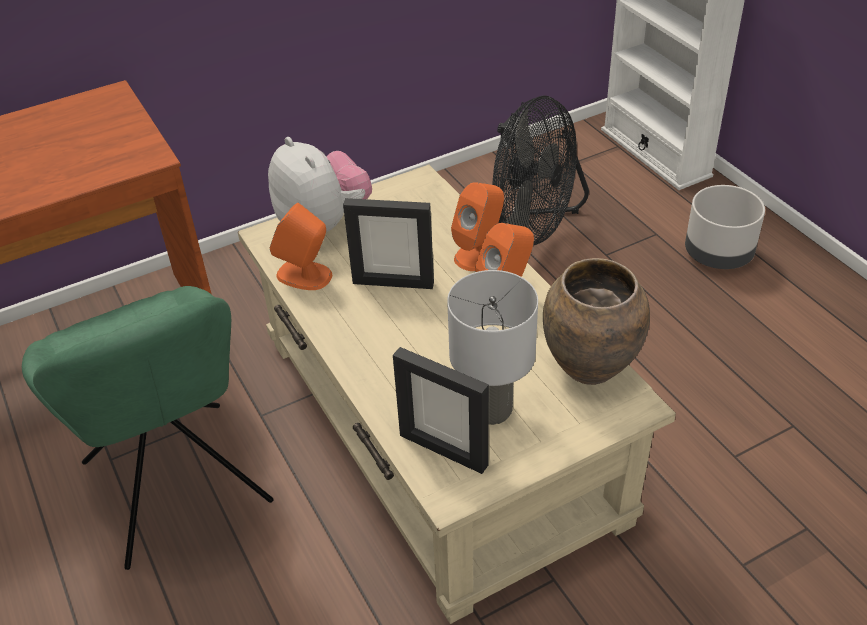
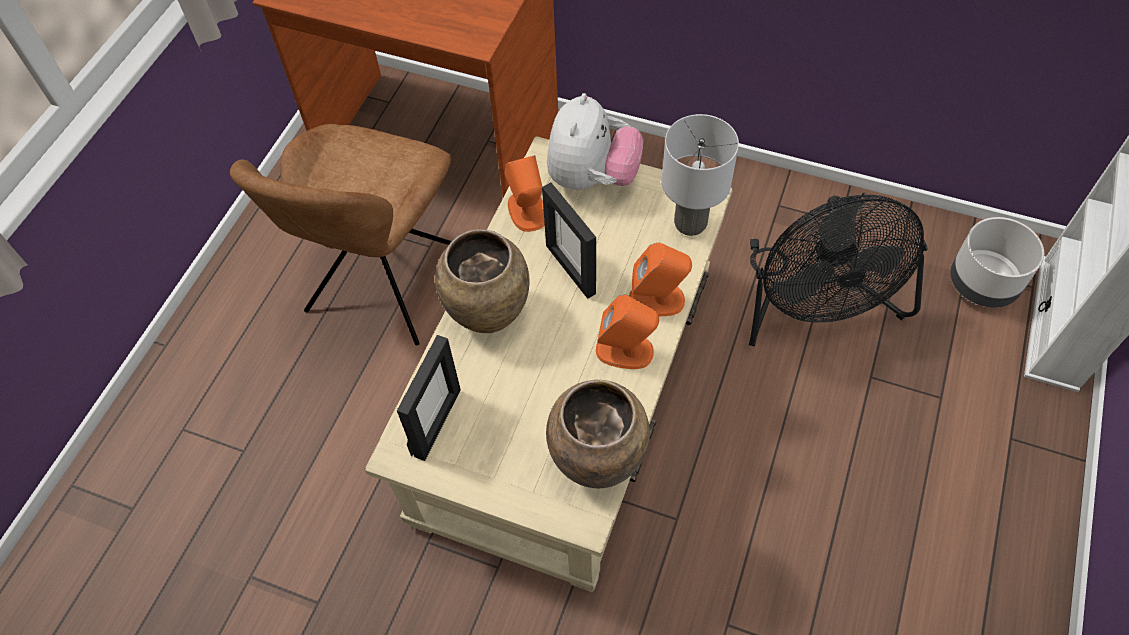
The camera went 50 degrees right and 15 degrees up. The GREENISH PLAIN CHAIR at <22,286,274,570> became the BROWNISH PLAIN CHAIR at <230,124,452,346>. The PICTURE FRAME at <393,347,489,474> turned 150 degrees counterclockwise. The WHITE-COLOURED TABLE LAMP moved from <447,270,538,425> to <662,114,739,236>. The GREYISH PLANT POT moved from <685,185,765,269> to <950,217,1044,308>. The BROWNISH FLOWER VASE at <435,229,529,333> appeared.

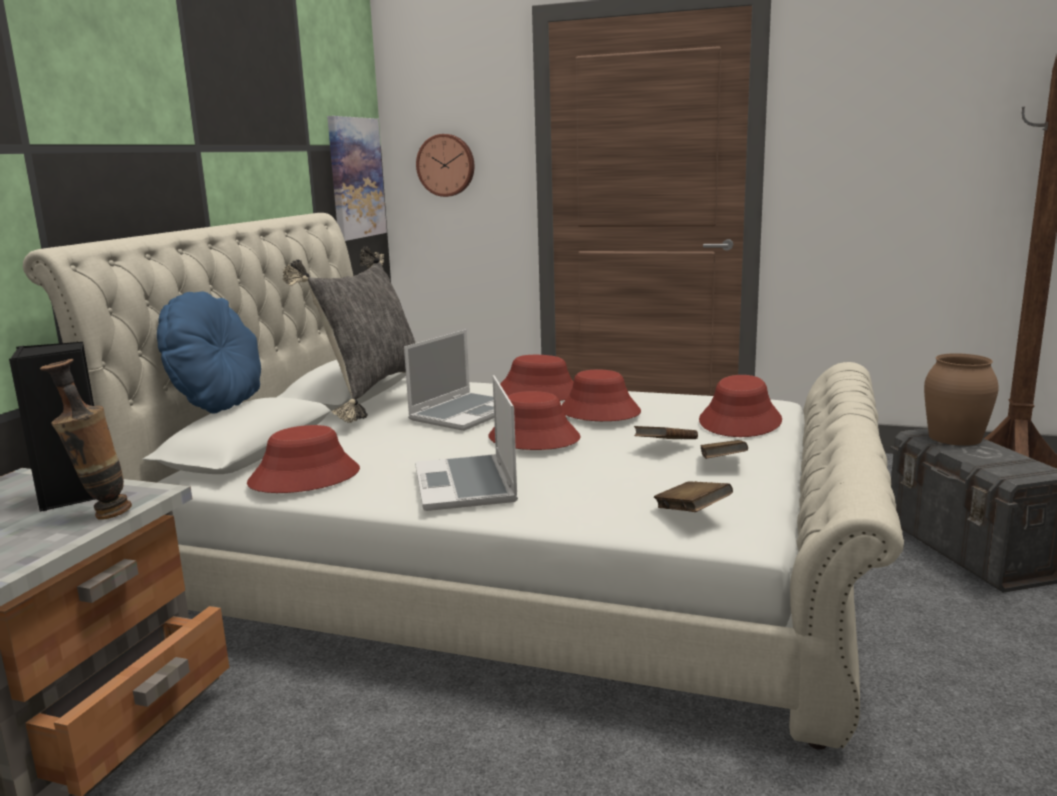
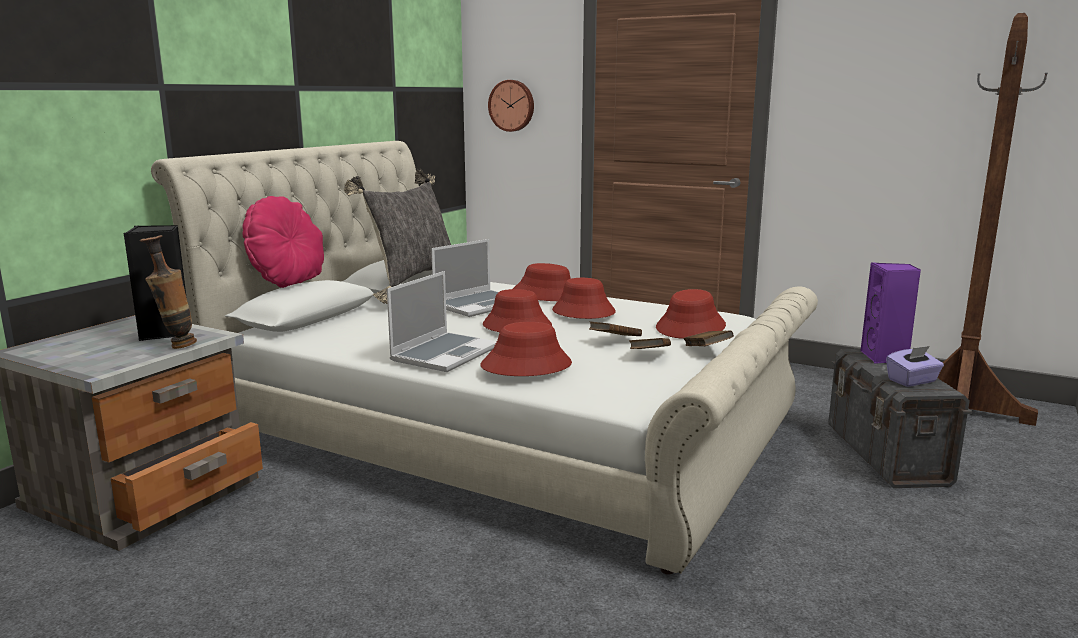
The camera went 10 degrees right and 0 degrees up. The BLUE-COLOURED PILLOW at <157,292,261,413> became the PINKISH PILLOW at <242,196,324,288>. The RED-COLOURED CLOTHING HAT moved from <247,425,360,493> to <481,322,572,376>. The WALL PICTURE at <327,116,387,241> disappeared. The PORTABLE COMPUTER at <415,375,518,511> turned 150 degrees counterclockwise. The BROWNISH VOLUME moved from <654,481,733,512> to <683,331,734,346>. The BROWNISH FLOWER VASE at <924,353,999,446> was replaced by the PURPLISH LOUDSPEAKER at <860,262,921,364>. The PURPLISH BOX OF TISSUES at <886,346,944,387> appeared.

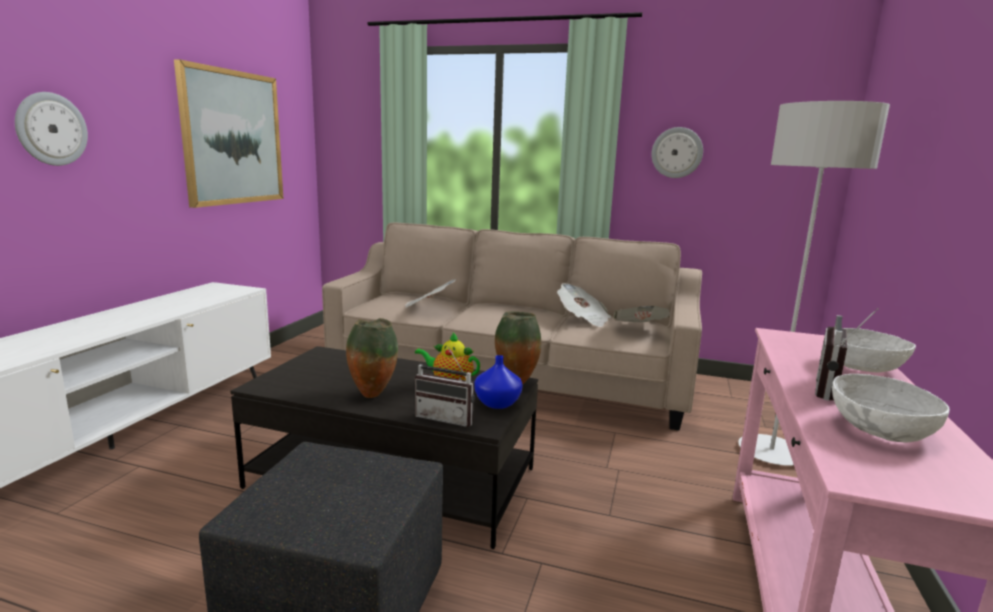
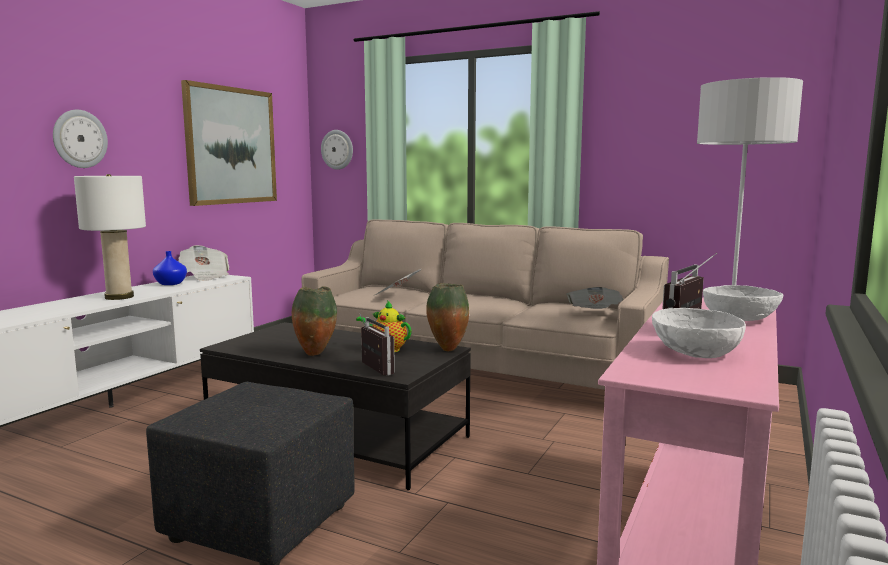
The camera went 10 degrees right and 5 degrees down. The RADIO SET at <415,347,475,427> turned 150 degrees counterclockwise. The BLUE-COLOURED FLOWER VASE moved from <474,355,523,409> to <153,251,187,285>. The PRINTED PAPER moved from <557,283,611,327> to <178,245,229,281>. The HANGING CLOCK moved from <651,127,703,178> to <321,130,353,170>. The WHITE-COLOURED TABLE LAMP at <74,174,146,300> appeared.

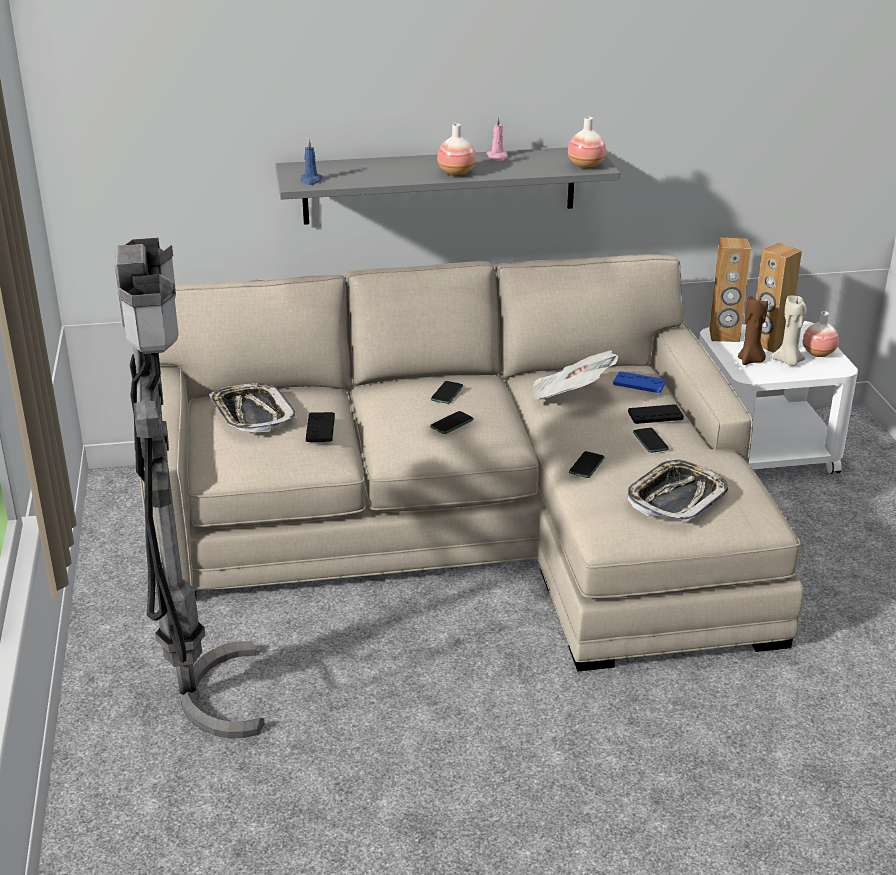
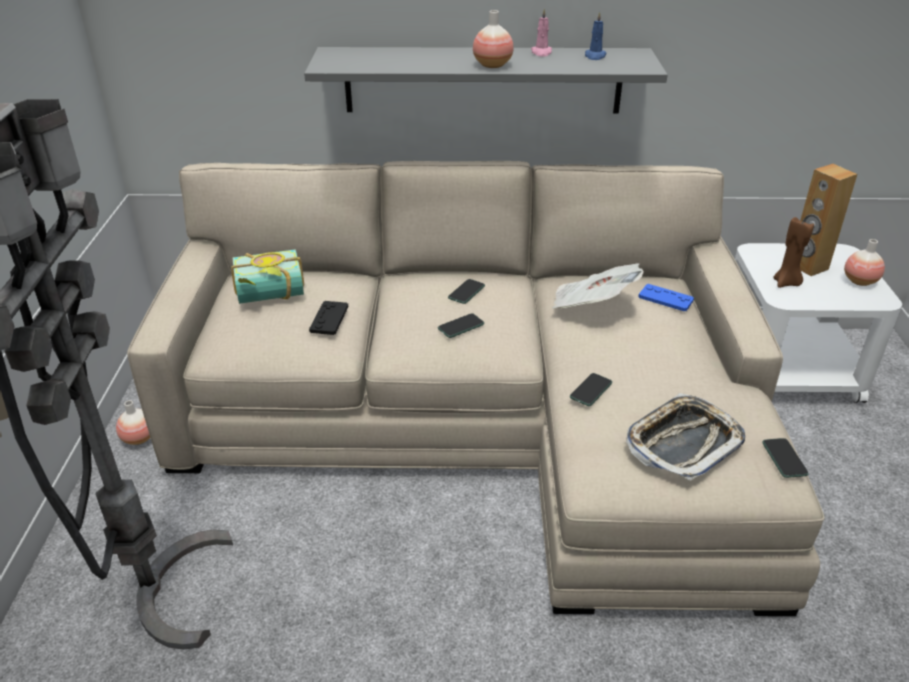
The camera went 10 degrees right and 5 degrees up. The SERVING TRAY at <209,383,297,433> was replaced by the VOLUME at <231,249,304,304>. The BLUE-COLOURED WAX CANDLE moved from <301,139,323,185> to <585,12,607,60>. The FLOWER VASE moved from <568,117,606,169> to <116,400,150,445>. The BLACK JOYPAD at <628,404,684,424> disappeared. The HANDSET moved from <633,427,669,453> to <762,438,809,478>. The BROWNISH LOUDSPEAKER at <709,238,751,342> disappeared. The BEIGE WAX CANDLE at <771,296,807,366> disappeared.

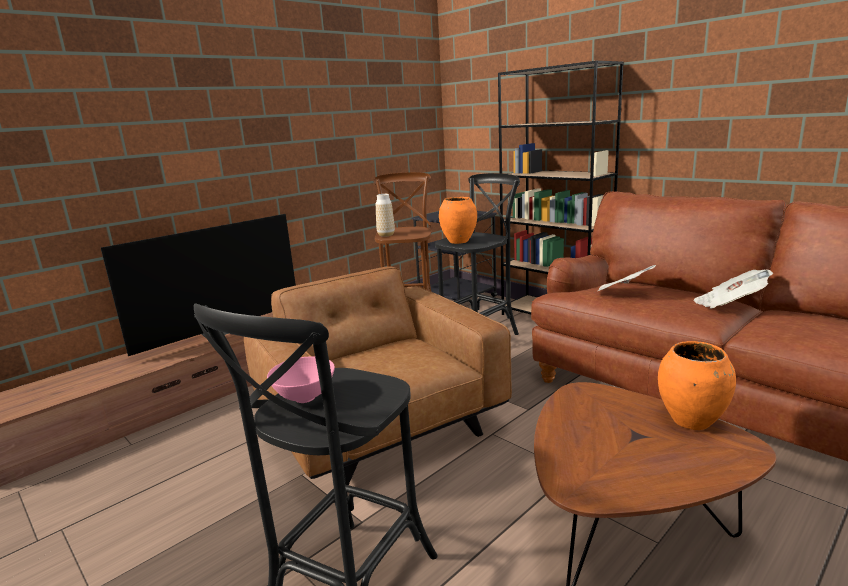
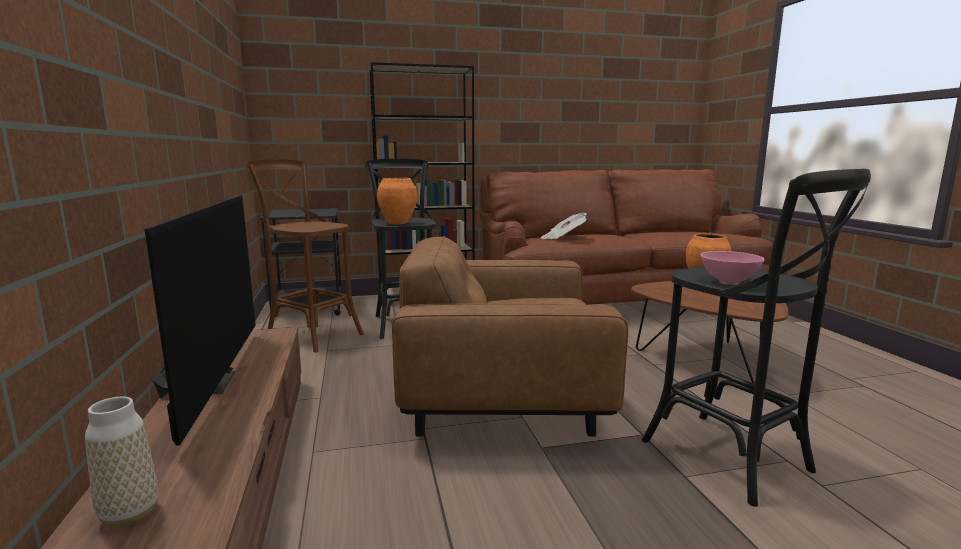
The camera went 60 degrees left and 5 degrees down. The FLOWER VASE moved from <376,194,395,237> to <85,397,158,527>. The PRINTED PAPER at <693,270,773,309> disappeared.

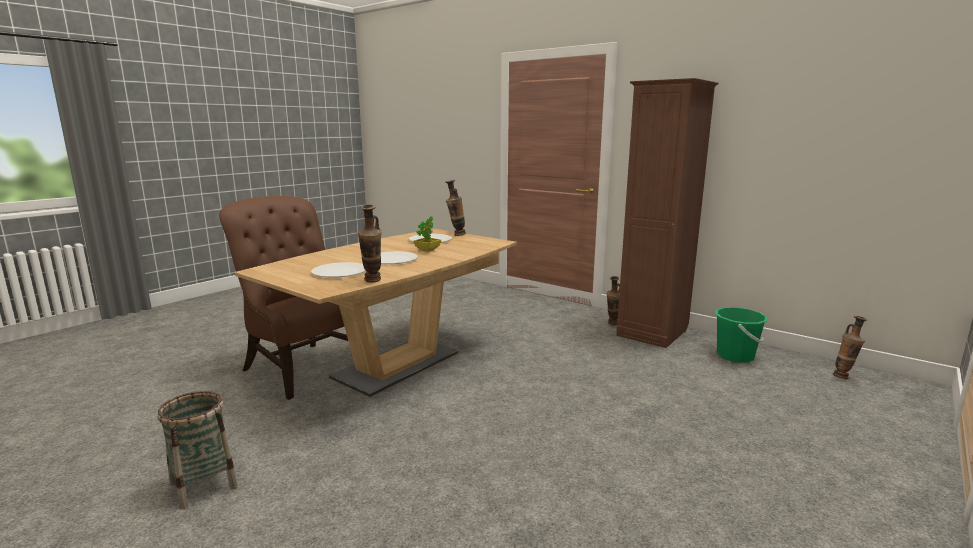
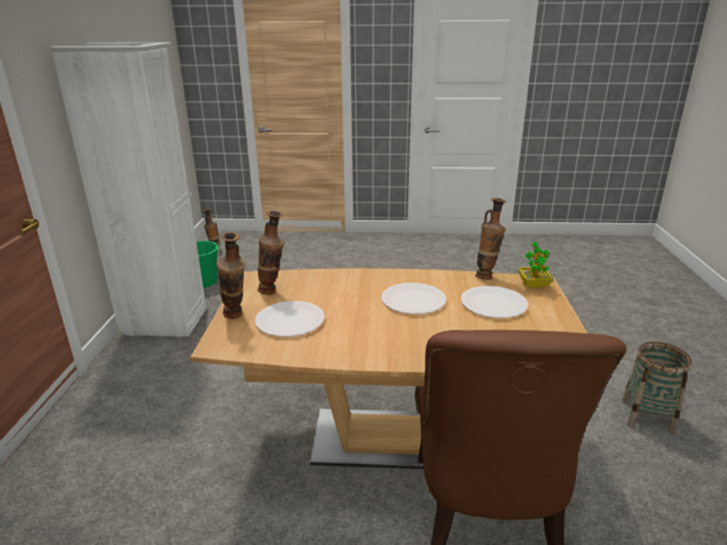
The camera went 125 degrees left and 10 degrees up. The POTTED PLANT moved from <414,216,441,252> to <518,241,553,288>. The FLOWER VASE moved from <607,276,620,325> to <258,211,284,295>. The BROWNISH CUPBOARD at <616,78,719,348> became the WHITE-COLOURED CUPBOARD at <49,42,206,337>.

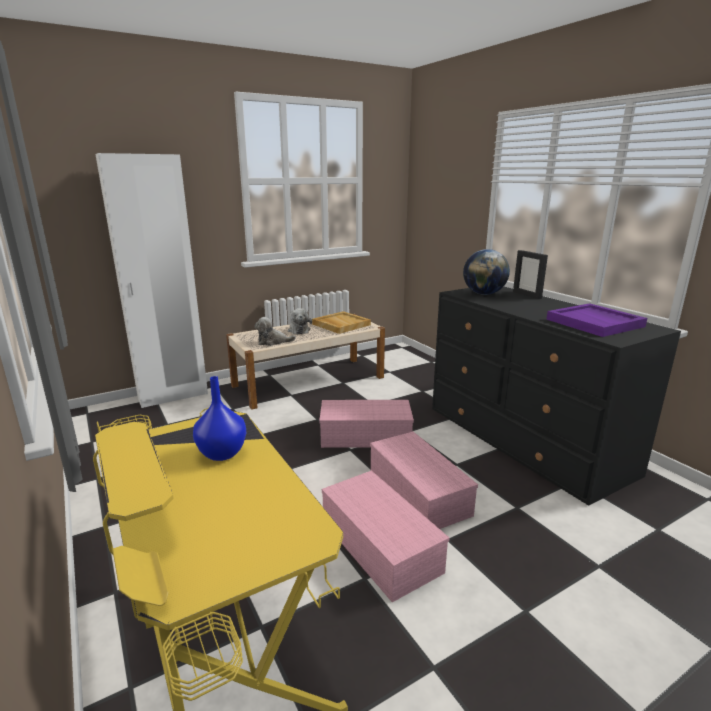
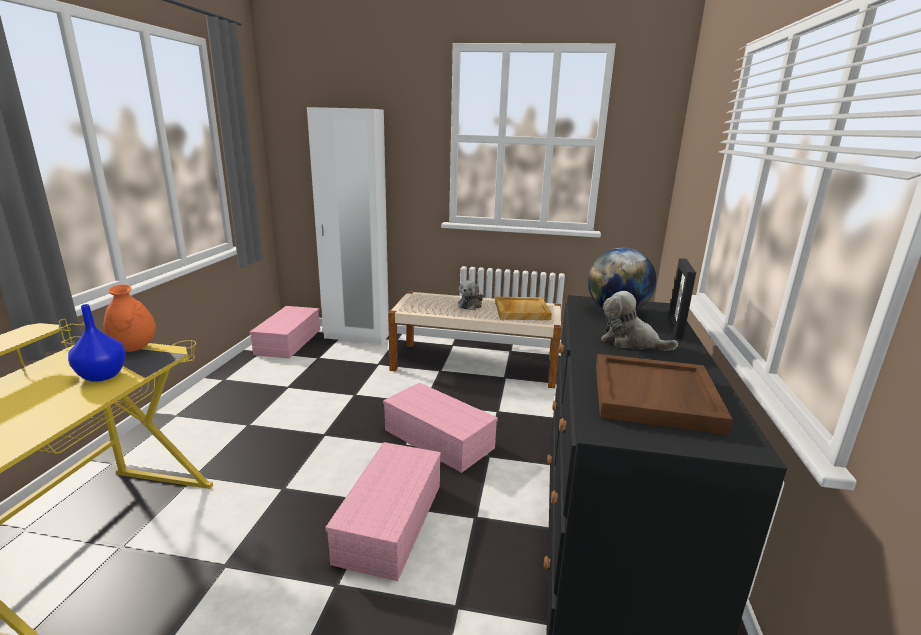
The camera went 40 degrees right and 0 degrees up. The SOFT TOY moved from <255,317,296,346> to <601,291,678,351>. The PINKISH STORAGE CONTAINER moved from <322,471,450,602> to <250,306,320,359>. The PURPLISH SERVING TRAY at <546,303,647,337> became the BROWNISH SERVING TRAY at <596,354,733,435>. The ORANGE FLOWER VASE at <104,285,156,352> appeared.

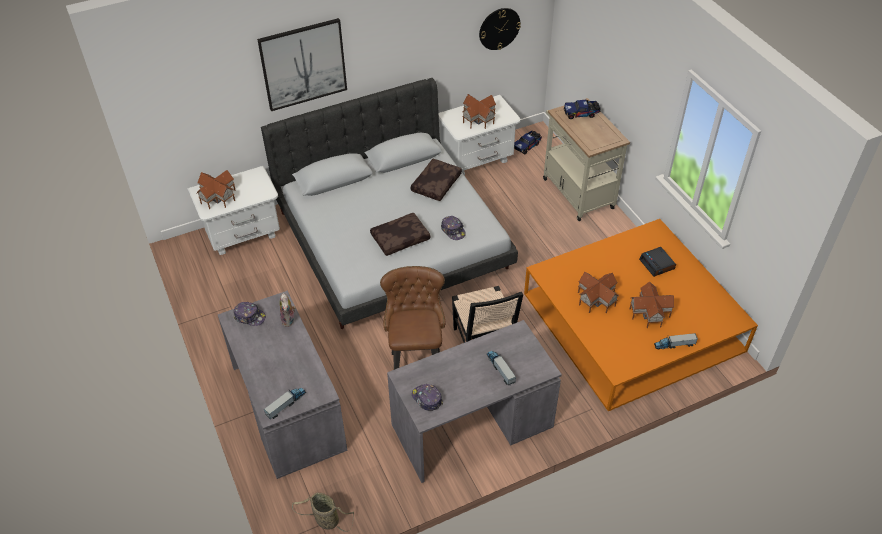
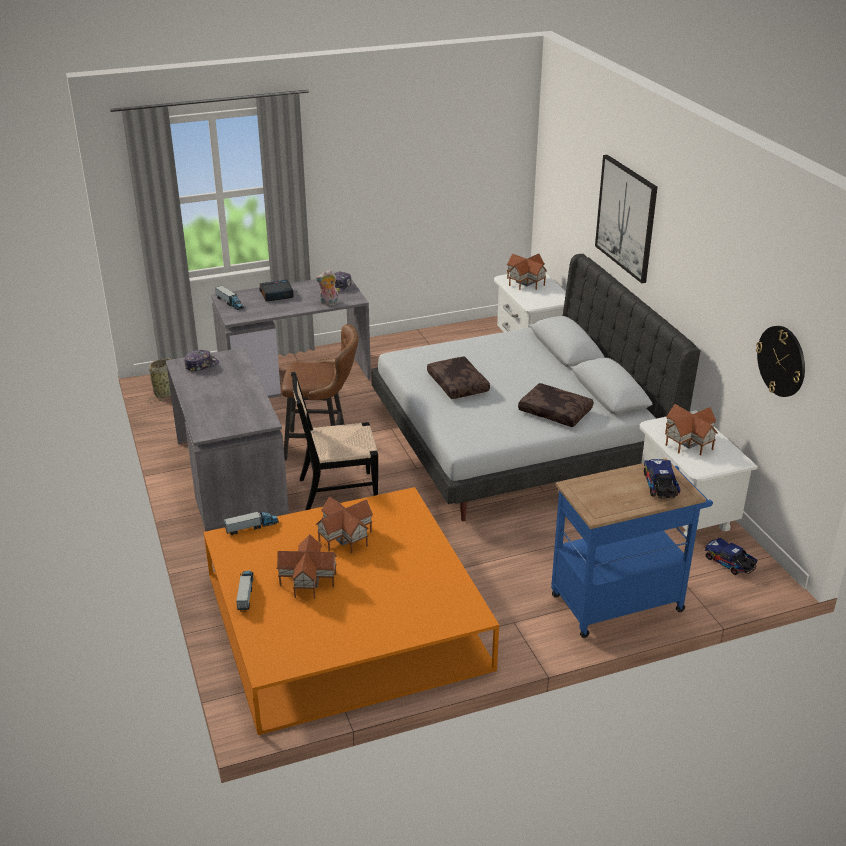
The camera went 95 degrees right and 15 degrees down. The PEAKED CAP at <441,216,466,240> disappeared. The MODEL TRUCK moved from <487,351,516,386> to <224,510,279,535>. The BEIGE CART at <543,98,630,221> became the BLUE-COLOURED CART at <551,458,713,638>. The BEDSIDE CLOCK moved from <639,247,676,277> to <259,280,294,302>.

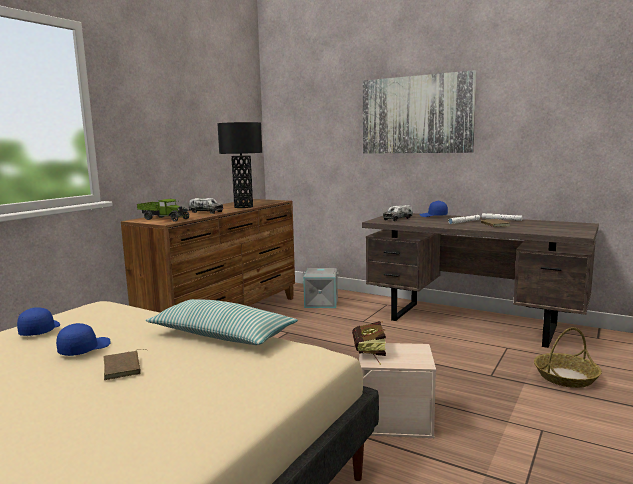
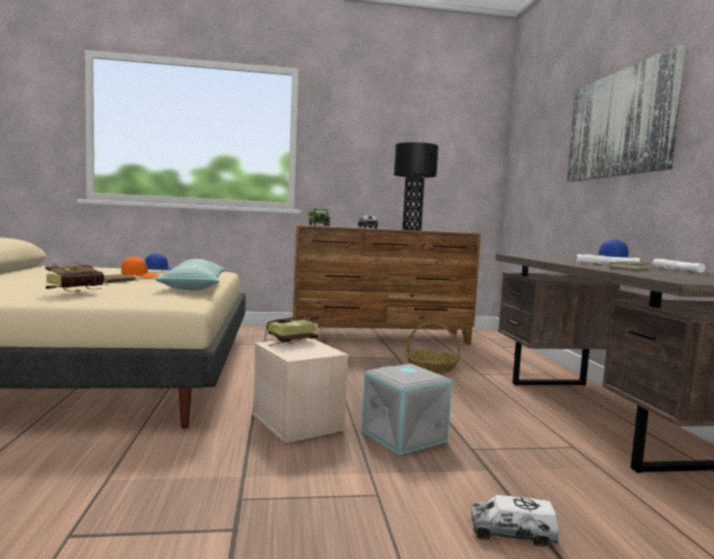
The camera went 50 degrees right and 5 degrees down. The BLUE-COLOURED PEAKED CAP at <56,323,111,356> became the ORANGE PEAKED CAP at <121,256,160,278>. The GREYISH STORAGE CONTAINER moved from <303,268,339,308> to <361,364,452,455>. The MODEL TRUCK moved from <383,205,413,221> to <470,495,559,547>. The BASKET moved from <534,327,602,388> to <405,322,460,373>. The VOLUME at <45,263,104,291> appeared.

